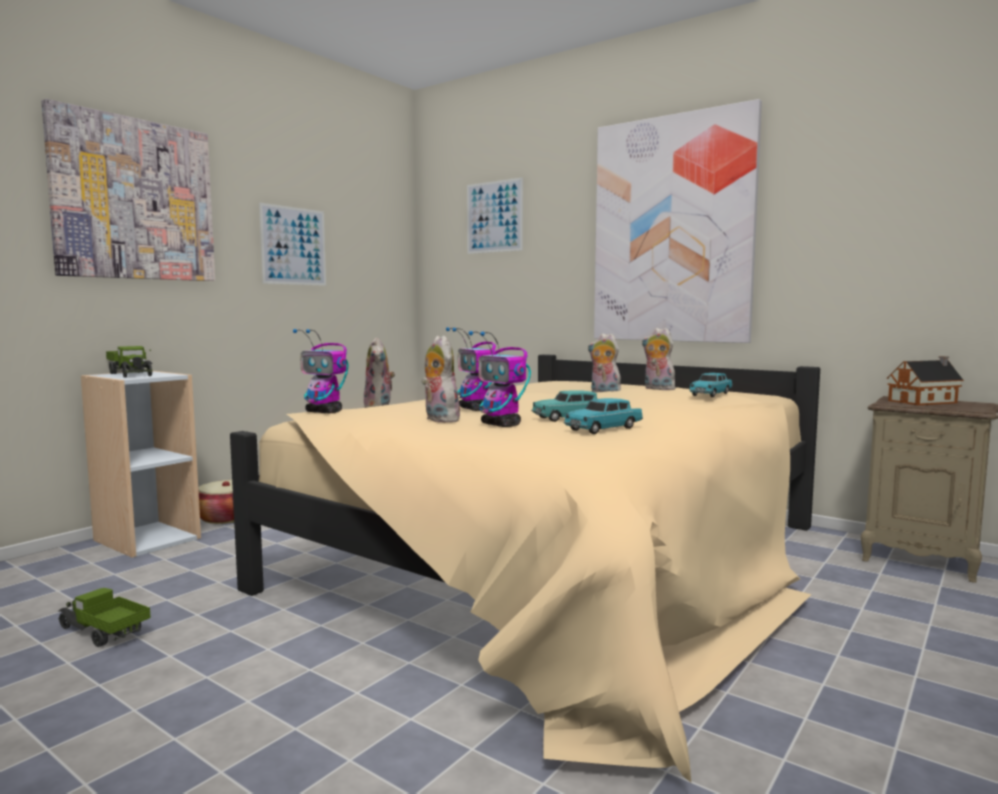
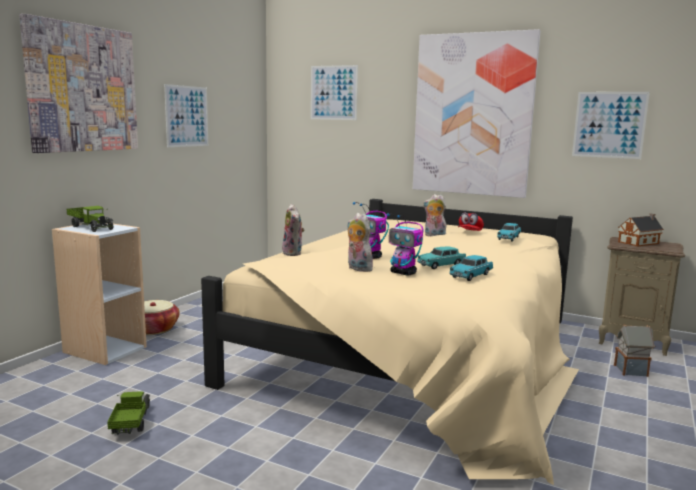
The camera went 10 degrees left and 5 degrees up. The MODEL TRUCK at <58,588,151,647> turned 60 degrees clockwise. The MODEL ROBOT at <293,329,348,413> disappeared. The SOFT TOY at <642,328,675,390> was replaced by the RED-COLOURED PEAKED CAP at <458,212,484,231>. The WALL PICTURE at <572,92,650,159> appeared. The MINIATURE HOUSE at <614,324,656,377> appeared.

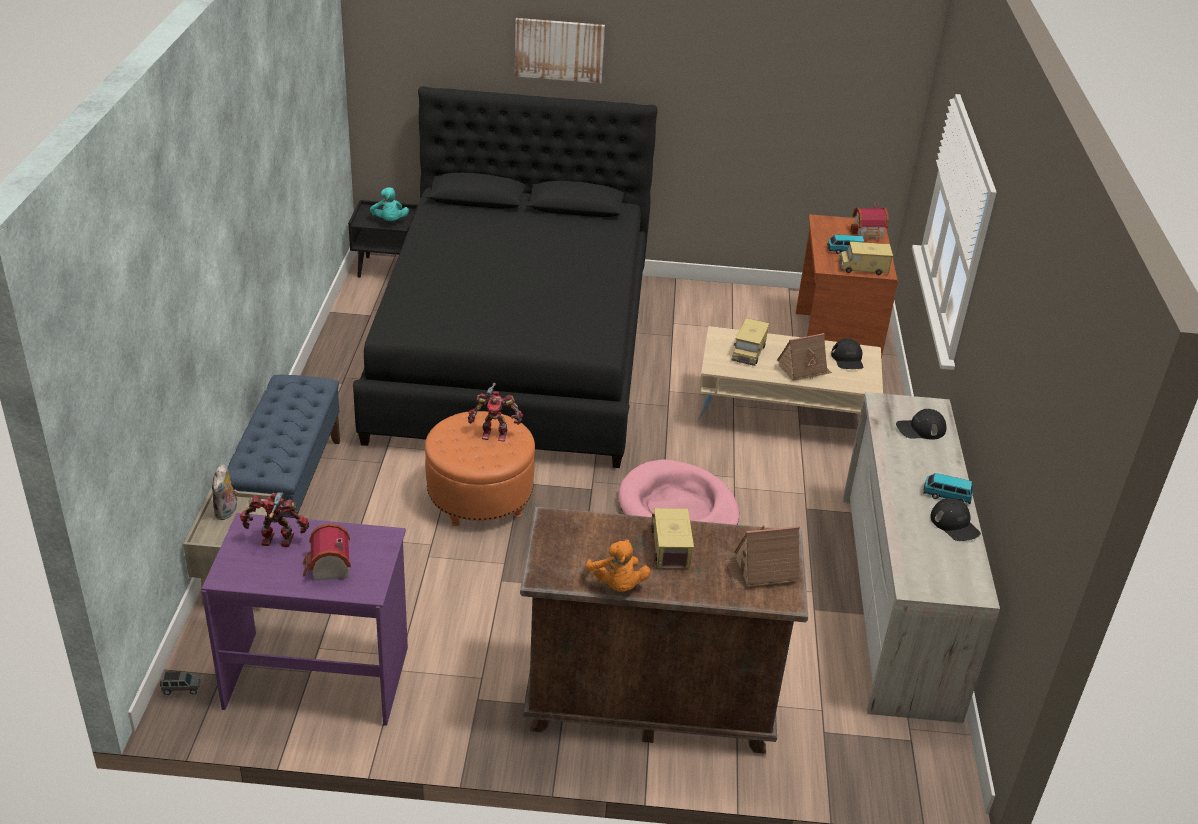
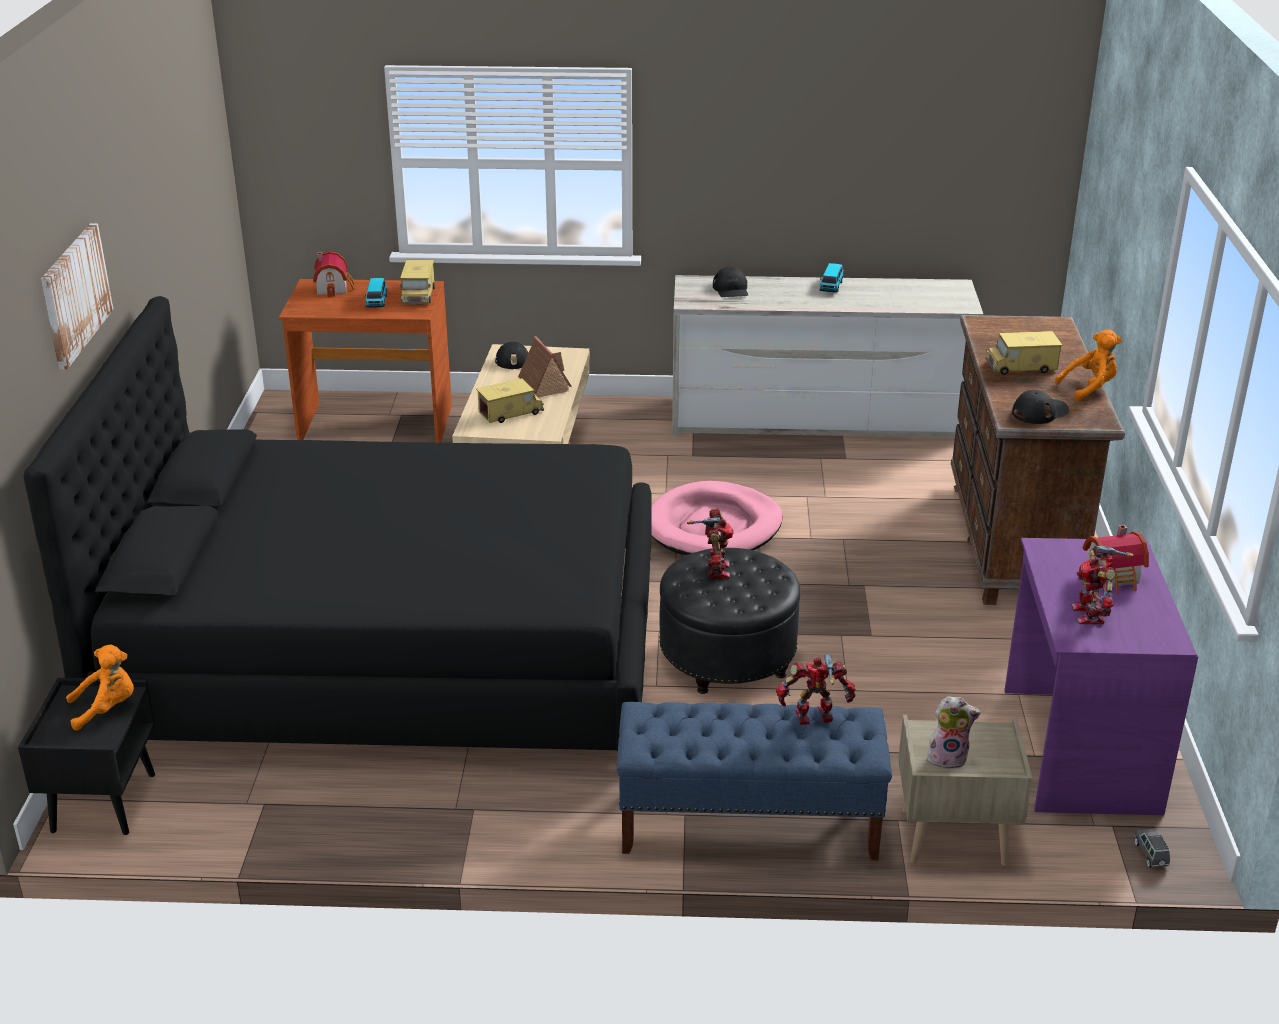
The camera went 90 degrees left and 5 degrees down. The TURQUOISE-COLOURED SOFT TOY at <370,187,409,221> became the ORANGE SOFT TOY at <66,645,134,731>. The ORANGE OTTOMAN at <425,411,535,526> became the BLACK OTTOMAN at <659,548,801,694>. The MINIATURE HOUSE at <725,526,800,588> disappeared. The MODEL TRUCK at <732,318,770,366> turned 45 degrees counterclockwise. The BLACK PEAKED CAP moved from <930,498,981,541> to <1012,390,1069,424>. The MODEL ROBOT at <776,654,856,725> appeared.

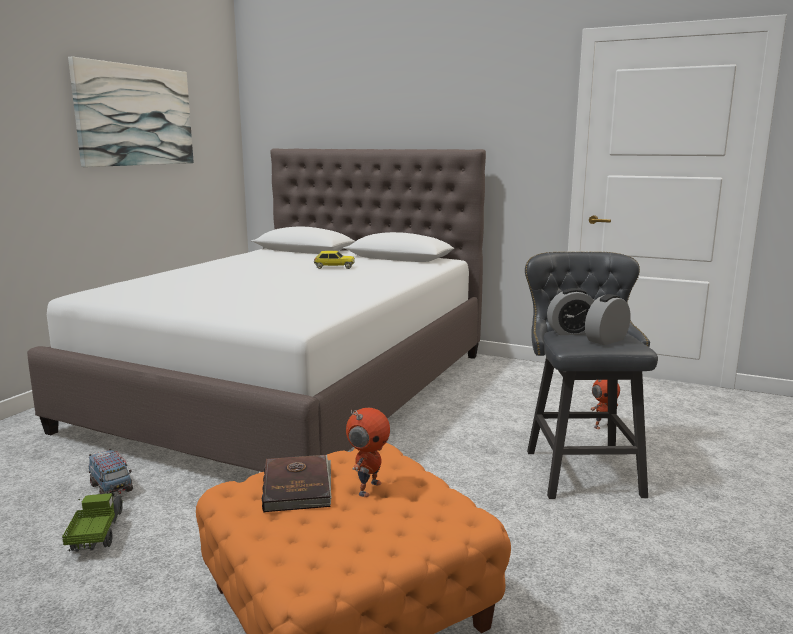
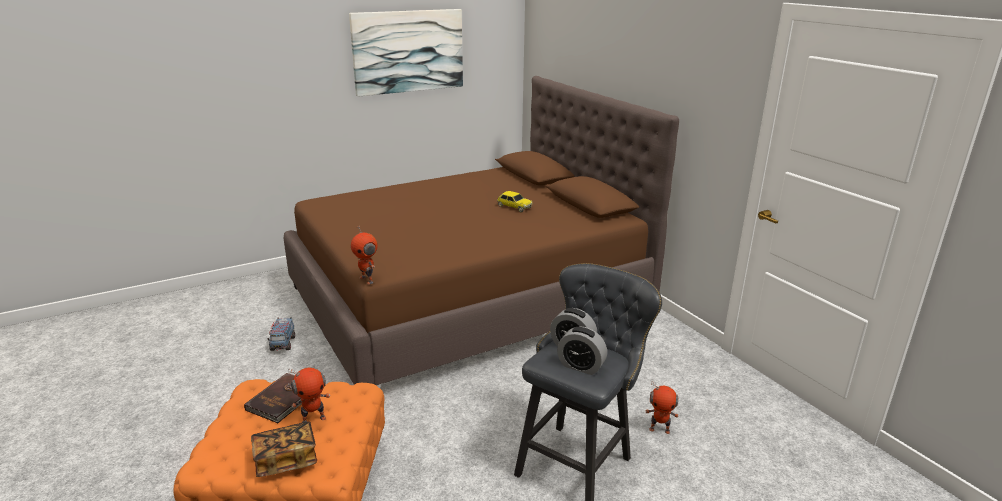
The camera went 35 degrees right and 10 degrees up. The WHITE-COLOURED SLEEPING BED at <27,148,486,472> became the BROWNISH SLEEPING BED at <284,76,679,385>. The MODEL TRUCK at <62,493,123,552> disappeared. The BEDSIDE CLOCK at <585,294,631,345> turned 150 degrees counterclockwise. The VOLUME at <251,422,317,477> appeared. The MODEL ROBOT at <351,226,377,285> appeared.

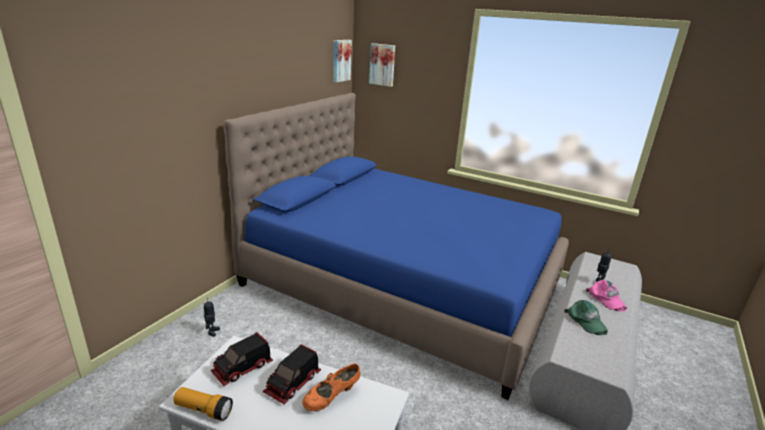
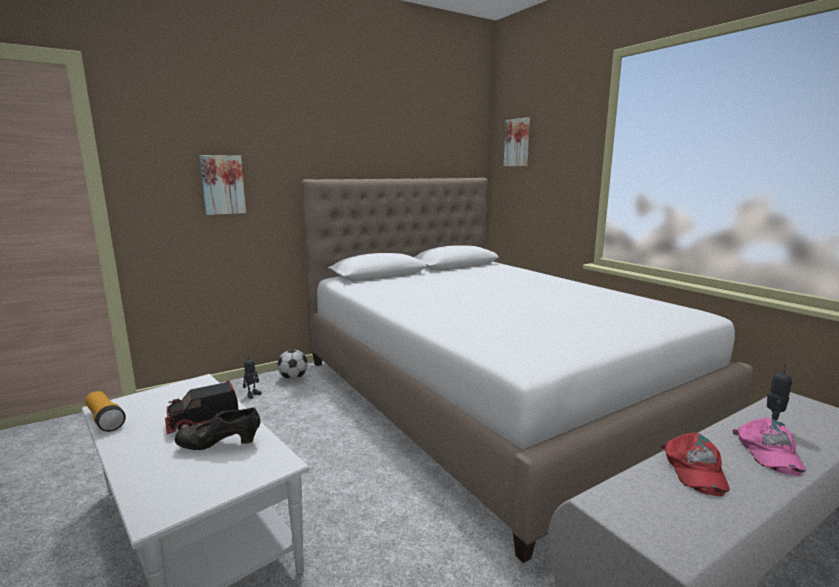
The camera went 30 degrees right and 10 degrees down. The MODEL TRUCK at <211,332,273,386> disappeared. The BLUE-COLOURED SLEEPING BED at <223,93,569,400> became the WHITE-COLOURED SLEEPING BED at <302,178,753,563>. The ORANGE ITEM OF FOOTWEAR at <302,364,360,411> became the BLACK ITEM OF FOOTWEAR at <175,407,261,450>. The WALL PICTURE moved from <333,40,352,82> to <199,155,246,215>. The GREENISH PEAKED CAP at <564,300,608,335> became the RED-COLOURED PEAKED CAP at <661,432,730,496>. The BALL FOR FOOTBALL at <277,350,308,380> appeared.

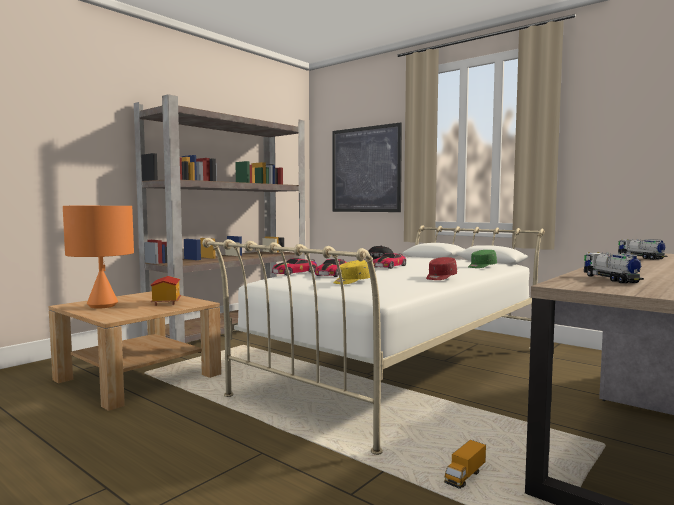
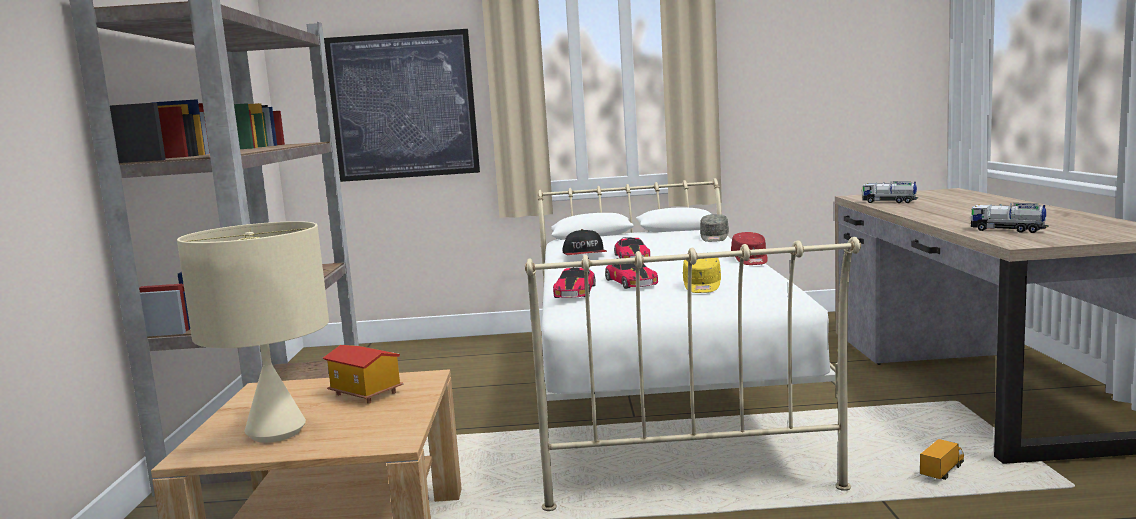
The camera went 40 degrees left and 5 degrees up. The ORANGE TABLE LAMP at <63,206,134,309> became the BEIGE TABLE LAMP at <177,221,329,443>. The MODEL TRUCK at <444,440,486,489> turned 135 degrees counterclockwise. The GREENISH PEAKED CAP at <468,250,497,268> became the GREYISH PEAKED CAP at <700,214,729,242>.

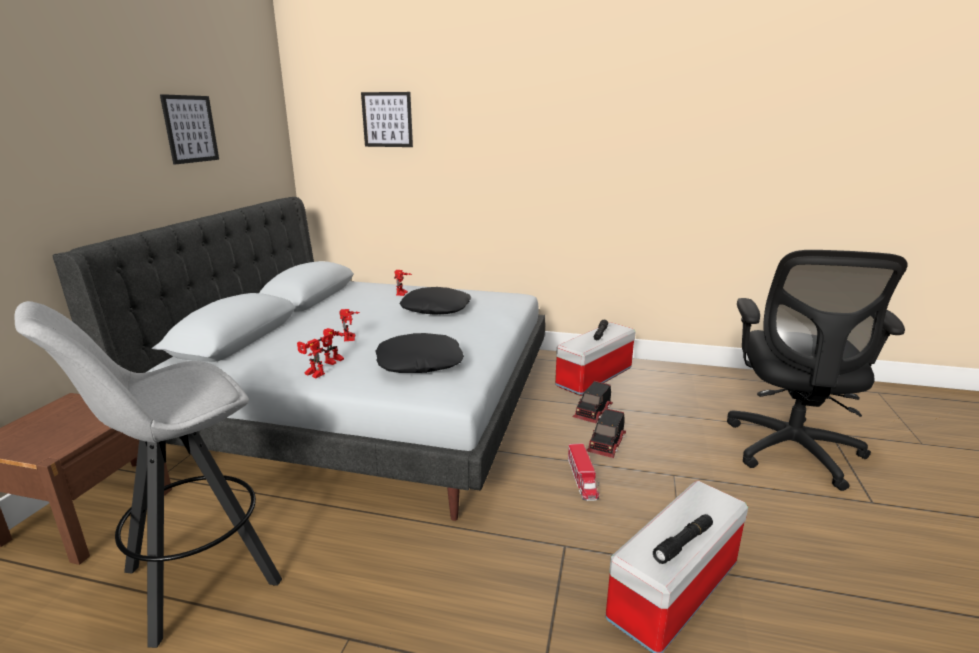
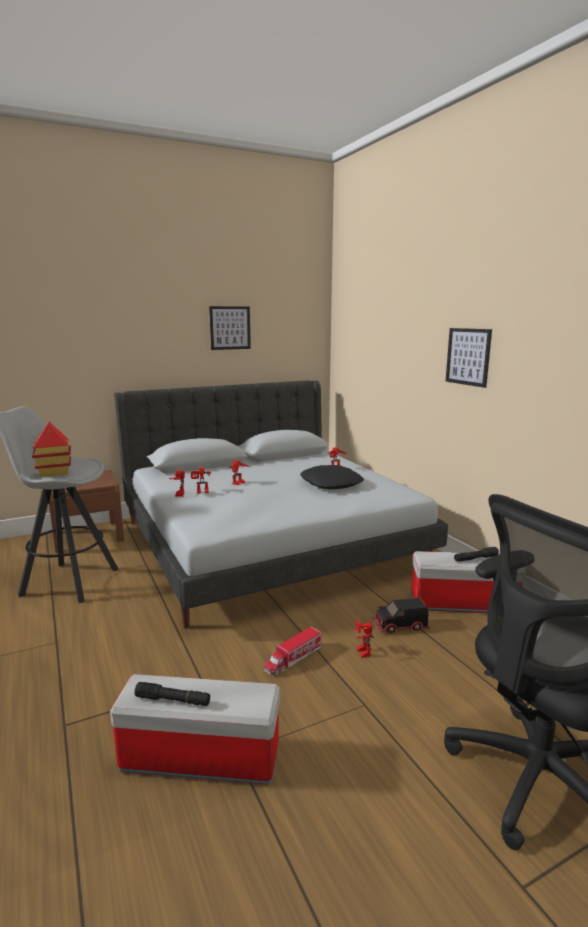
The camera went 50 degrees right and 5 degrees down. The WALL PICTURE moved from <361,92,413,147> to <446,328,492,388>. The BLACK PILLOW at <375,333,464,373> disappeared. The MODEL TRUCK at <586,408,626,458> was replaced by the MODEL ROBOT at <355,620,373,658>. The MINIATURE HOUSE at <32,422,71,477> appeared.

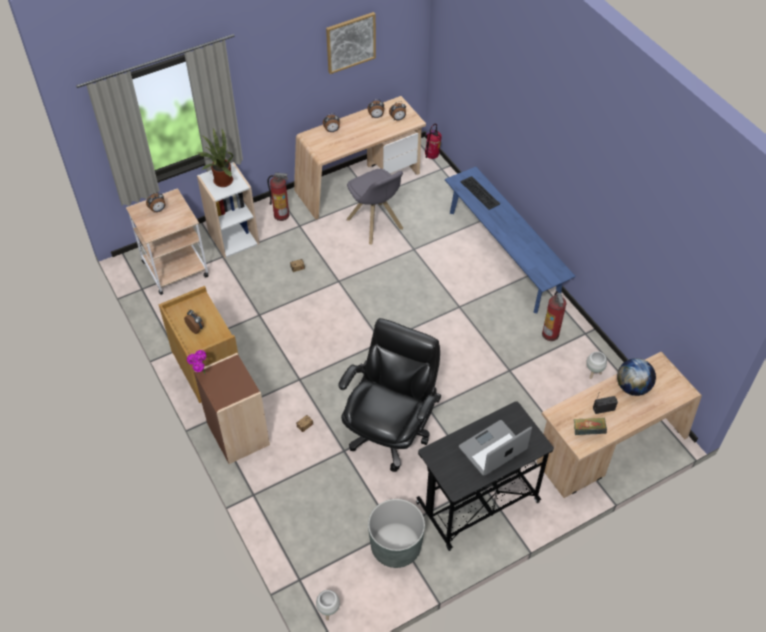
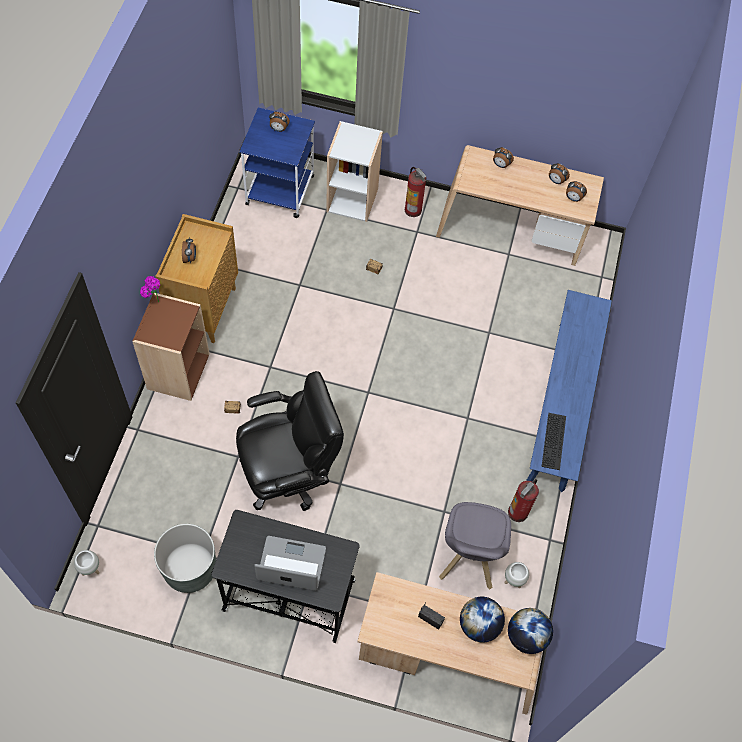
The camera went 40 degrees right and 10 degrees up. The BEIGE CART at <126,188,209,295> became the BLUE-COLOURED CART at <239,107,315,218>. The POTTED PLANT at <198,128,233,187> disappeared. The WALL PICTURE at <326,12,376,74> disappeared. The GREYISH PLAIN CHAIR moved from <347,169,403,245> to <439,502,511,590>. The FIRE-FIGHTING CYLINDER at <425,124,442,159> disappeared. The COMPUTER KEYBOARD moved from <460,176,500,210> to <542,413,566,470>. The VOLUME at <574,418,607,435> disappeared. The DESK GLOBE at <508,608,553,654> appeared.

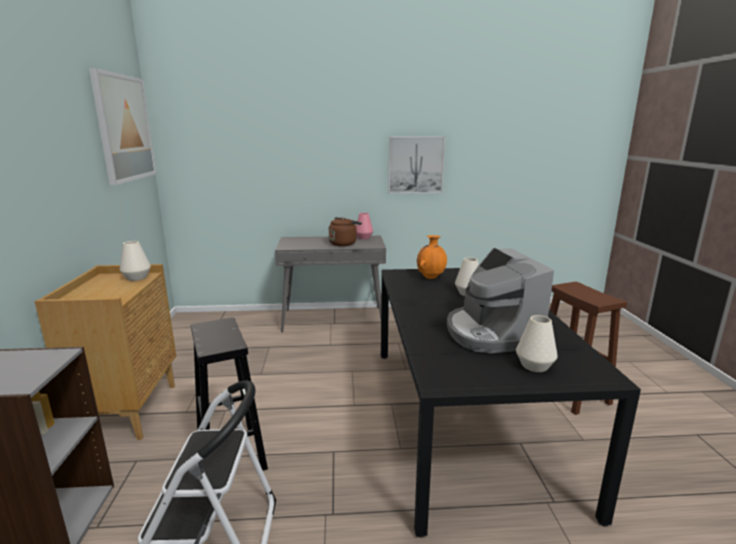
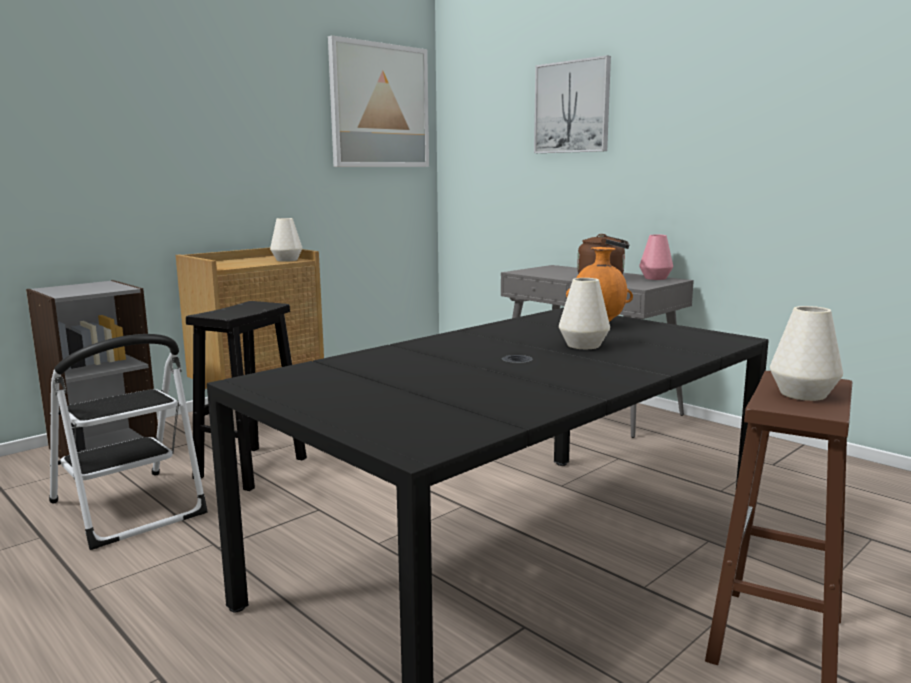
The camera went 50 degrees right and 5 degrees down. The WALL PICTURE moved from <388,137,445,194> to <534,55,611,153>. The COFFEE MAKER at <447,248,554,353> disappeared. The WHITE-COLOURED FLOWER VASE moved from <516,315,558,372> to <770,306,843,401>.

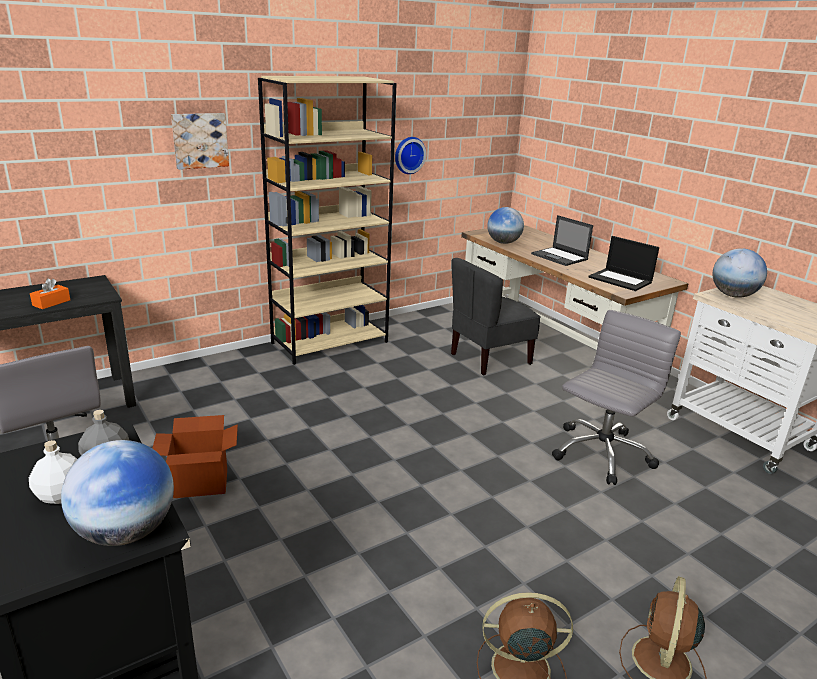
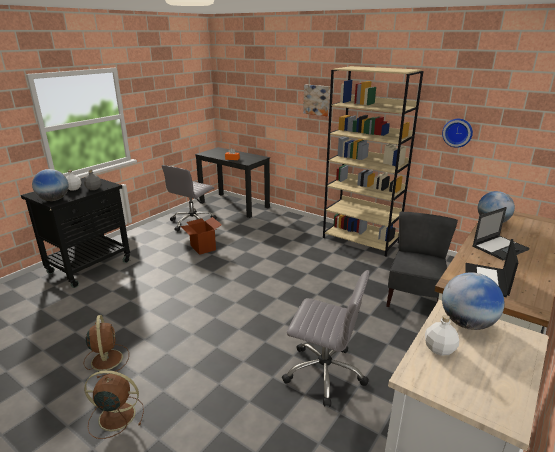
The camera went 70 degrees right and 0 degrees up. The GREYISH PLAIN CHAIR at <451,258,540,375> turned 75 degrees clockwise. The PORTABLE COMPUTER at <531,215,593,266> turned 150 degrees counterclockwise. The WHITE-COLOURED BOTTLE at <425,315,459,355> appeared.

